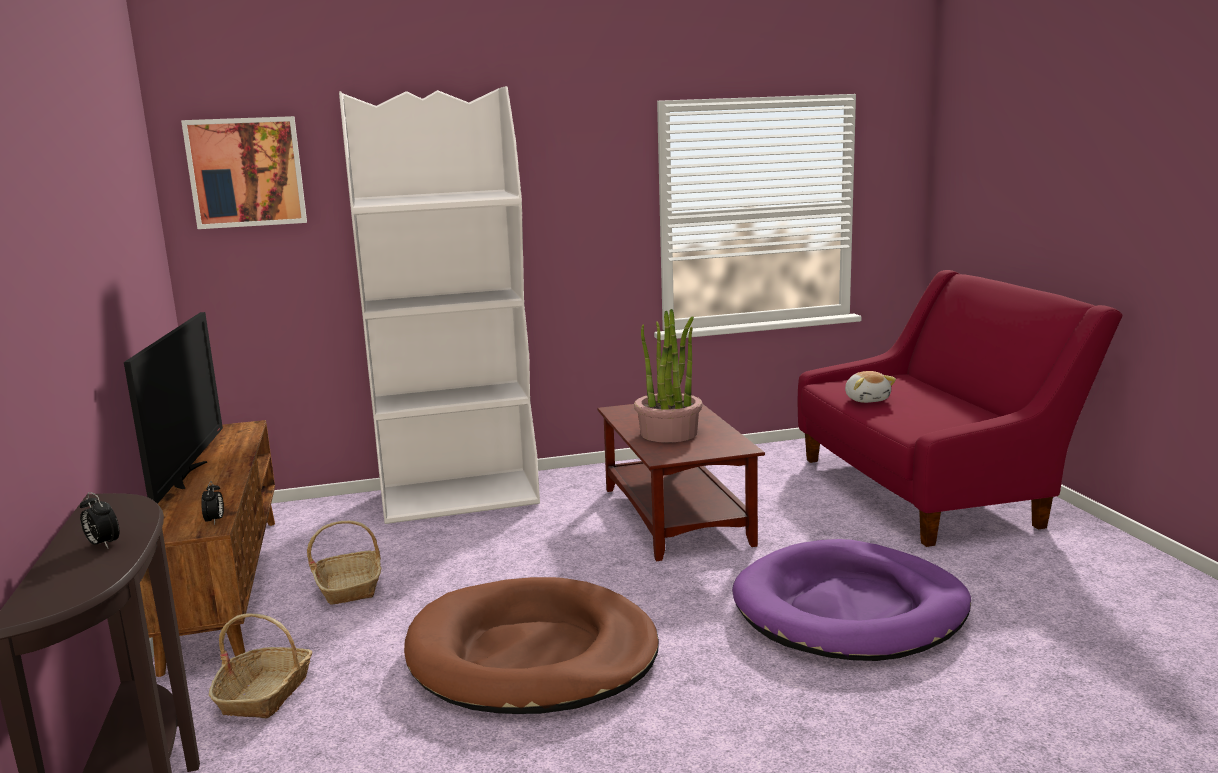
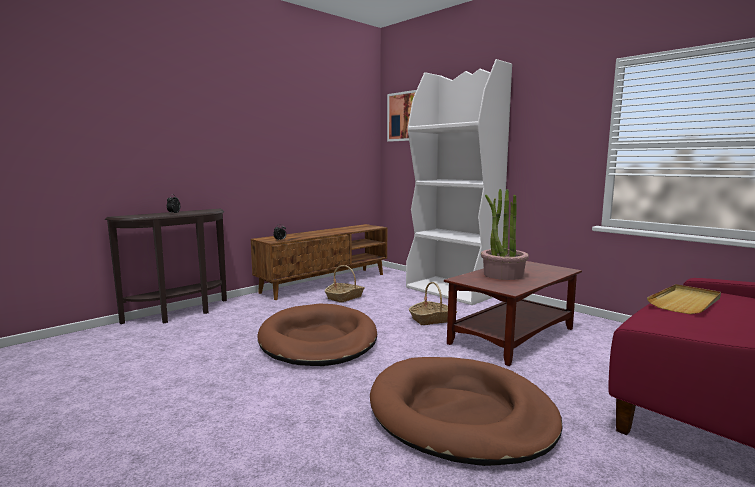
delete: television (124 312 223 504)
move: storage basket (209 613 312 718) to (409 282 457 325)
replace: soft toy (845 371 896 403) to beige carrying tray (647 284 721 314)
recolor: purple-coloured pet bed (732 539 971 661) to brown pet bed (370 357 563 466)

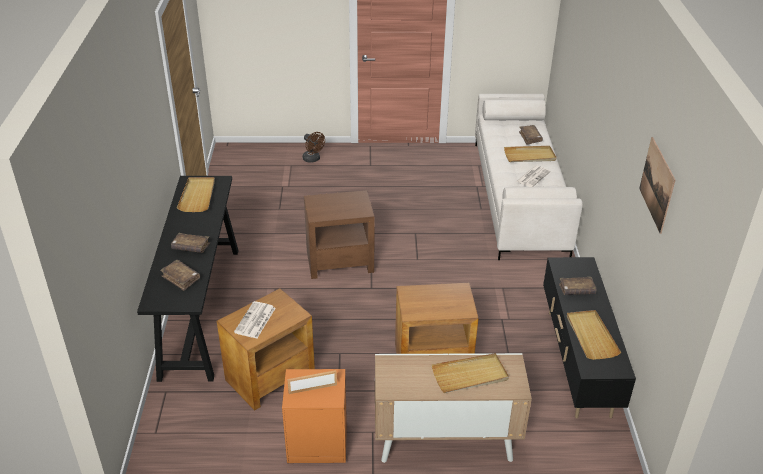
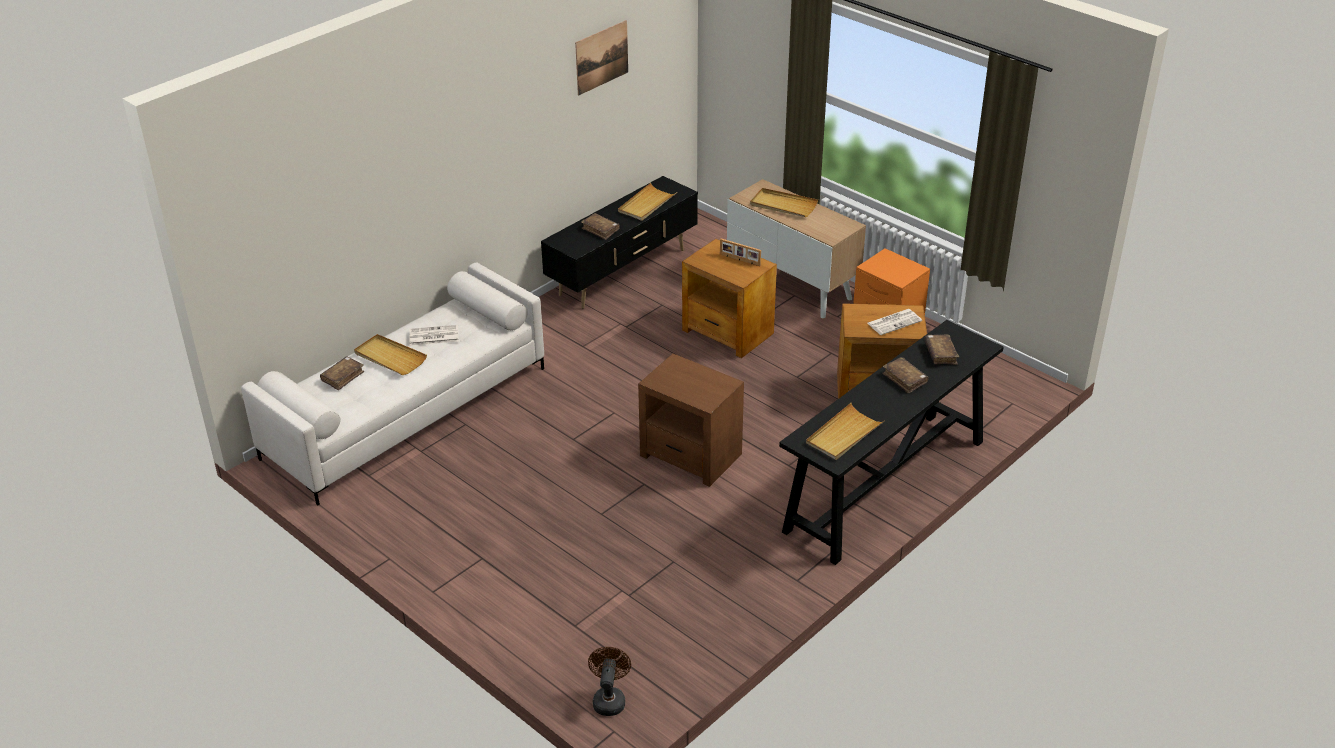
move: photo frame (287 370 337 394) to (720 239 761 266); brown electric fan (302 132 325 163) to (588 647 631 716)

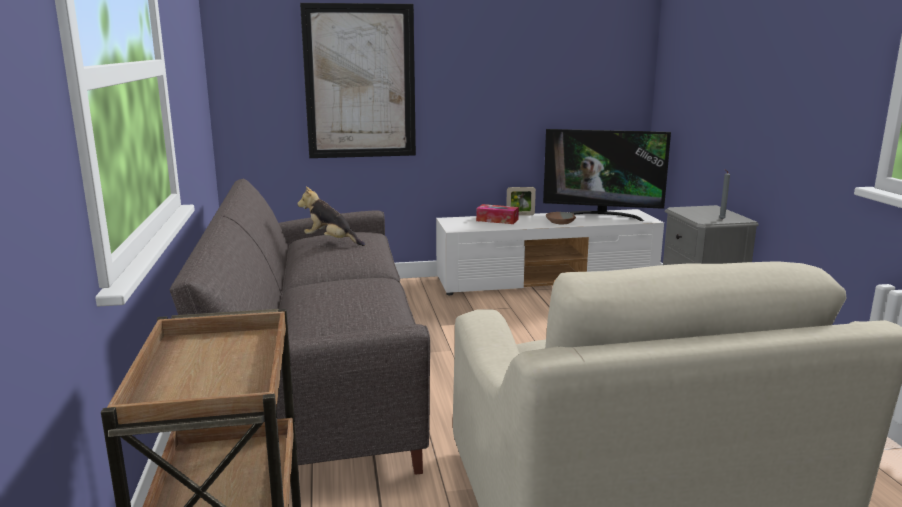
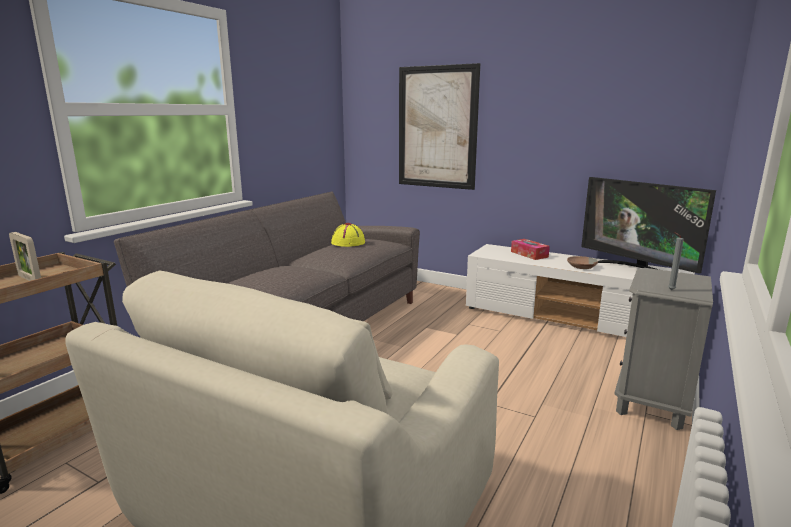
move: photo frame (506 187 536 216) to (9 232 41 281)
replace: soft toy (297 187 365 246) to yellow-coloured clothing hat (331 223 365 247)

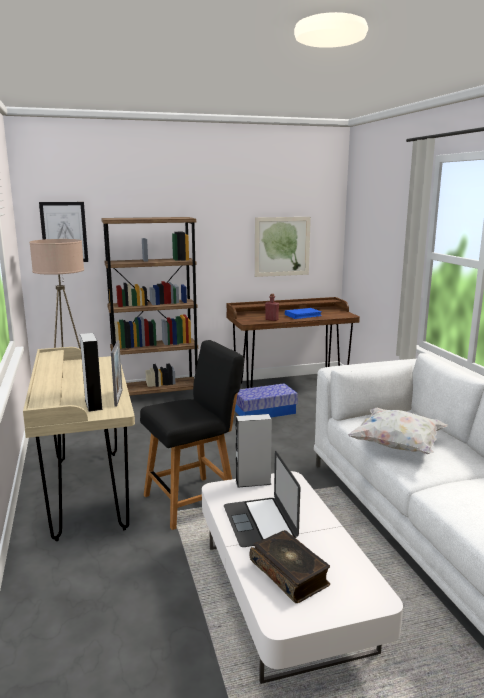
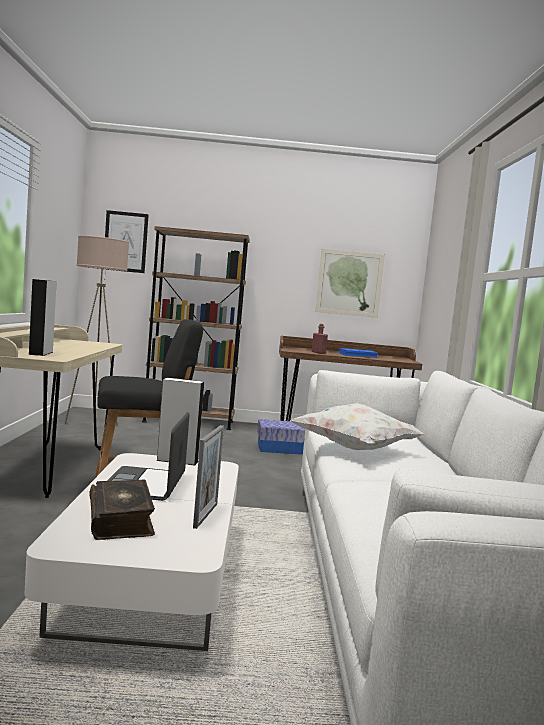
move: photo frame (111 340 123 407) to (193 425 224 529)

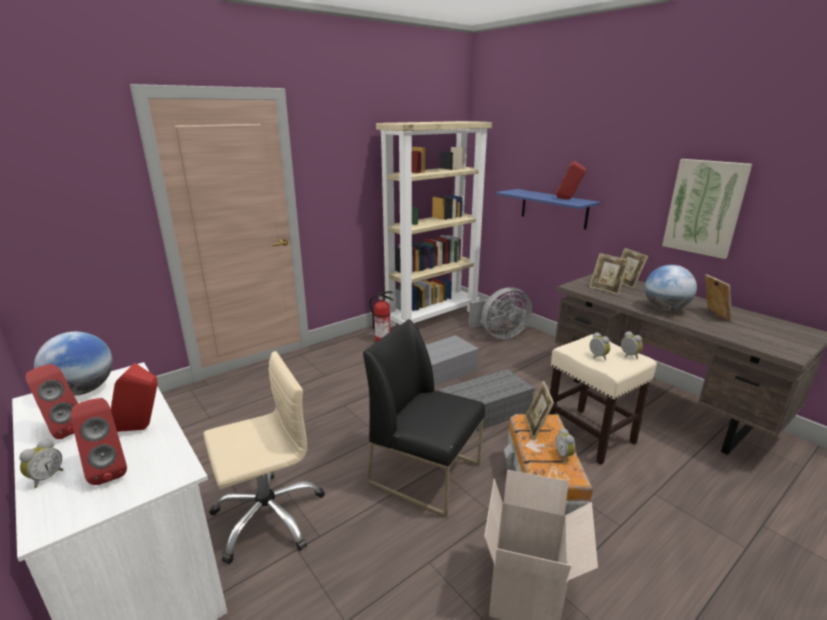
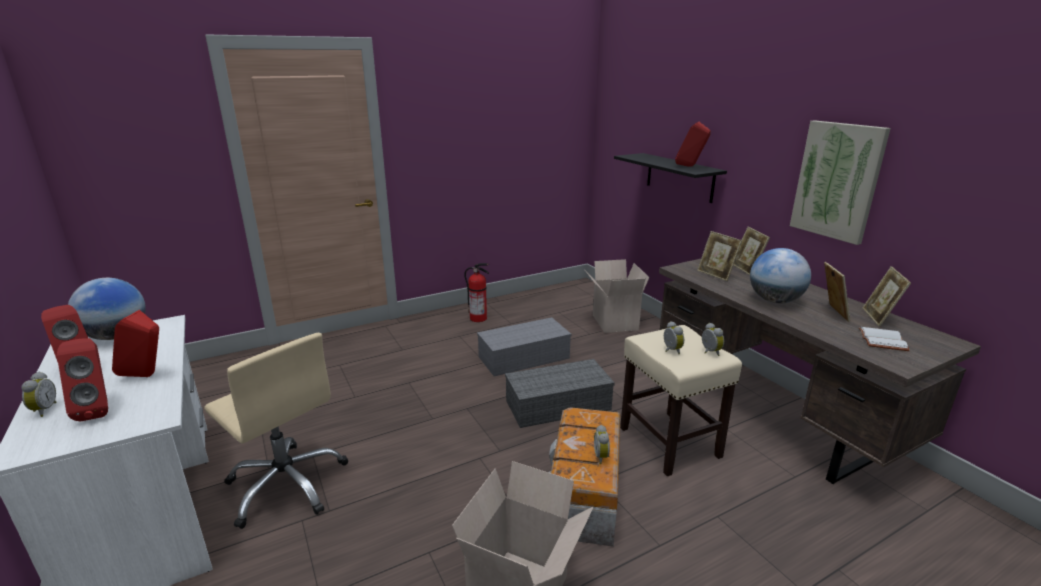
delete: black upright chair (363 319 485 518); beige bookcase (376 121 492 327)
insert: whitish volume (859 327 910 351)
move: photo frame (525 381 554 440) to (862 266 911 327)
replace: gray electric fan (469 287 532 339) to packing box (584 259 650 333)
recolor: blue-coloured shelf (496 189 600 229) to black shelf (614 153 727 203)
rotate: table clock (19 439 63 488) = (21 372 56 417) 45 degrees counterclockwise; beige desk chair (203 351 325 564) = (204 333 349 529) 60 degrees clockwise

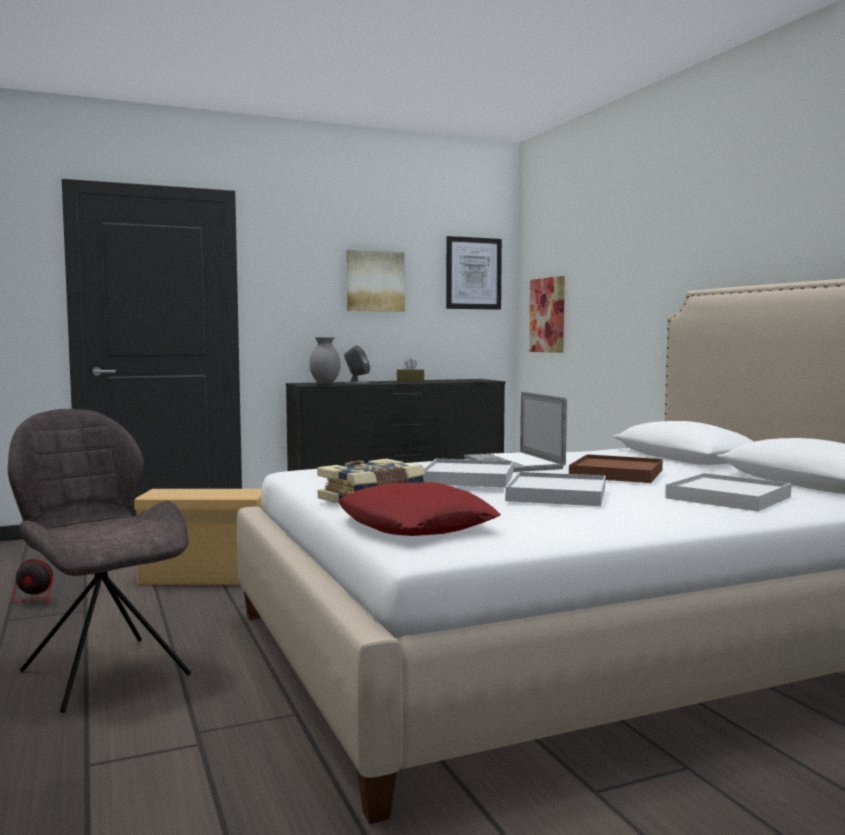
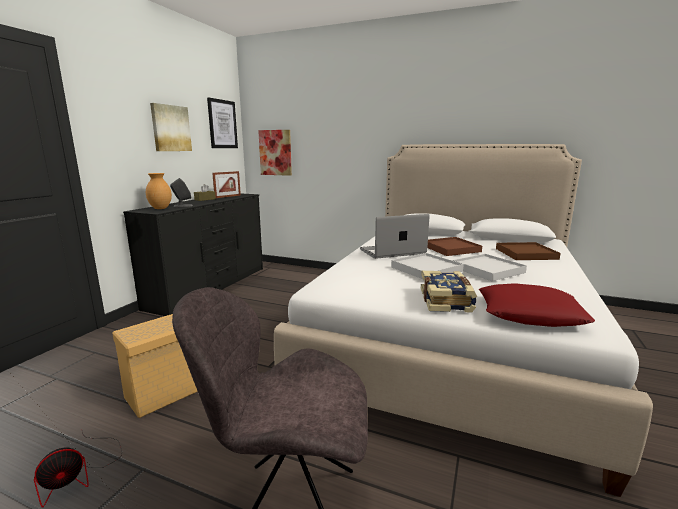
insert: photo frame (212 171 241 198)
recolor: gray flower vase (309 337 341 384) to brown flower vase (146 173 172 209); whitish carrying tray (665 473 792 511) to brown carrying tray (496 242 561 260)
rotate: notebook computer (464 392 567 472) = (360 214 429 259) 135 degrees clockwise

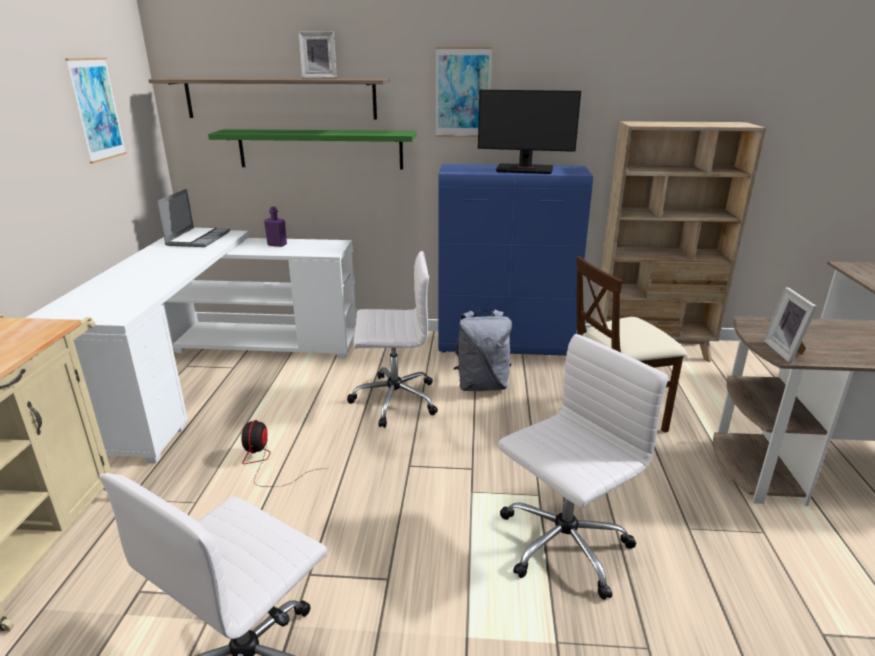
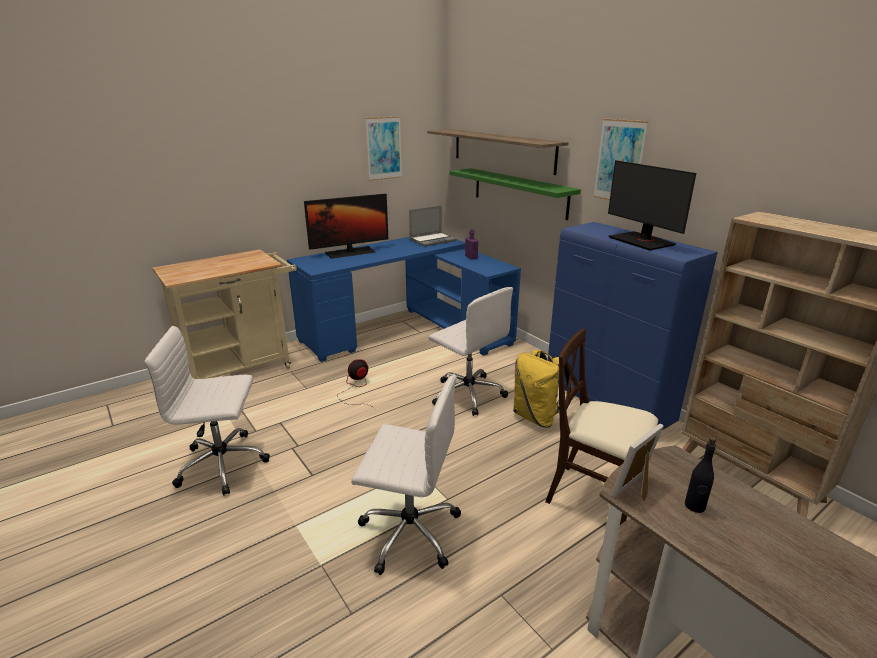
delete: photo frame (299 32 337 78)
insert: computer display (304 194 388 259); black bottle (685 437 716 513)
recolor: whitish desk table (26 230 357 463) to blue-coloured desk table (287 237 521 362); gray rucksack (454 310 512 391) to yellow-coloured rucksack (513 350 572 428)

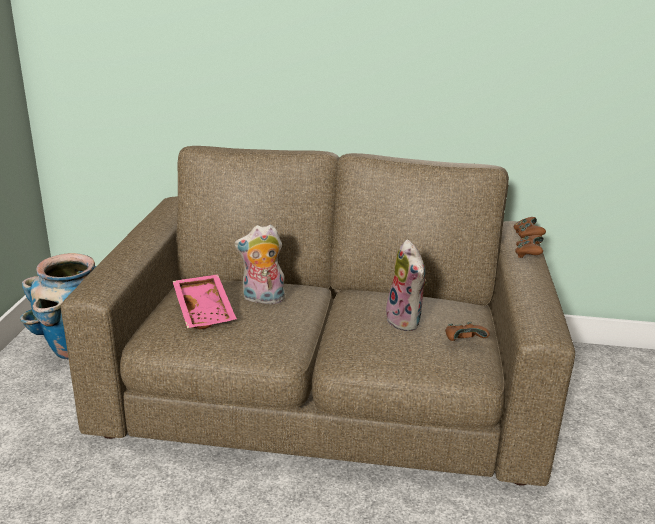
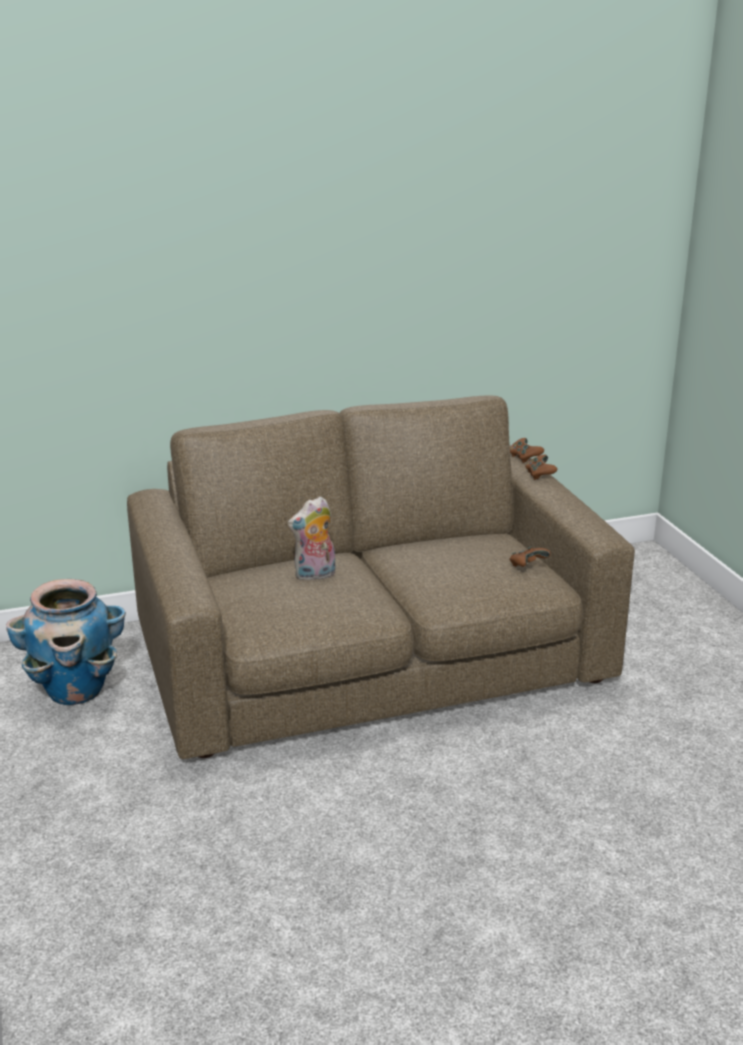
delete: pinkish carrying tray (172 274 237 329); soft toy (386 240 427 331)

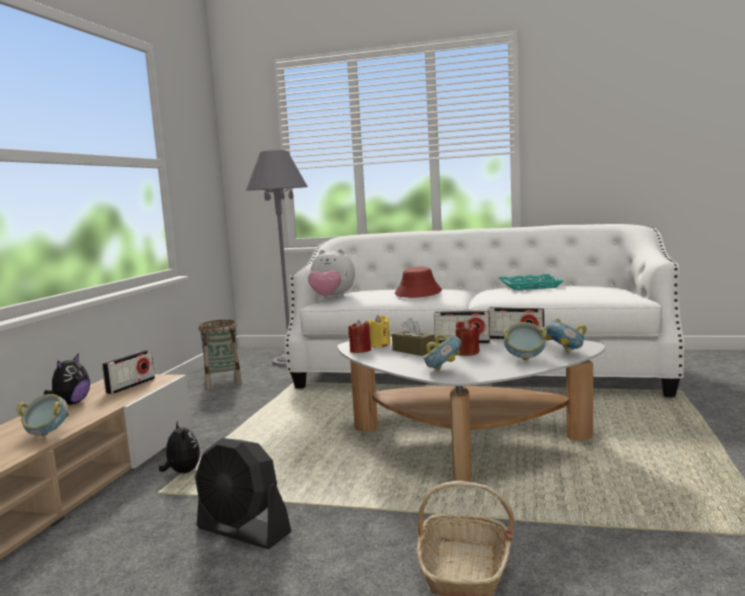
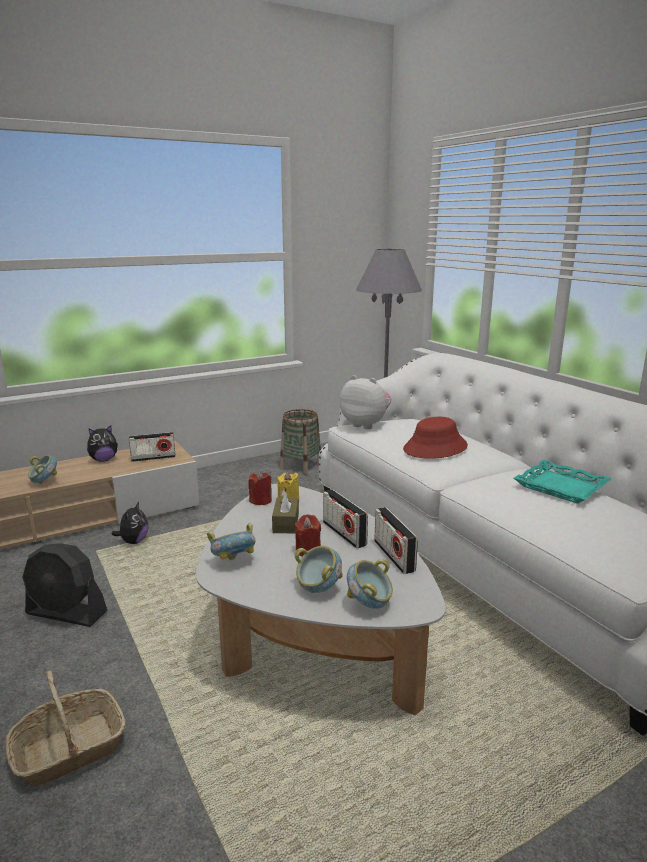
rotate: black electric fan (195 438 292 549) = (22 543 107 627) 60 degrees counterclockwise; soft toy (308 249 355 298) = (340 375 391 429) 150 degrees clockwise

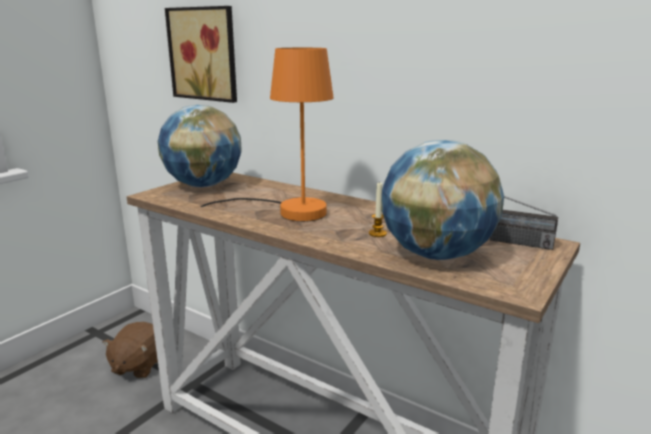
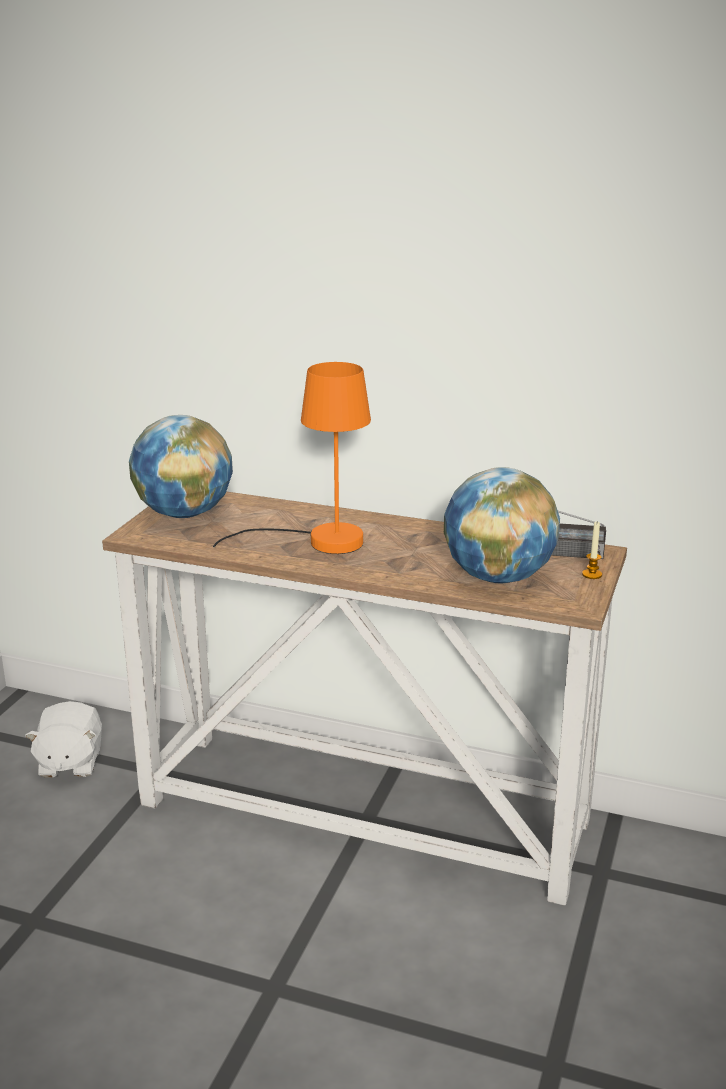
delete: wall art (165 6 237 103)
move: candle (369 182 387 237) to (582 522 602 579)
recolor: brown soft toy (102 322 158 379) to whitish soft toy (25 701 102 778)

